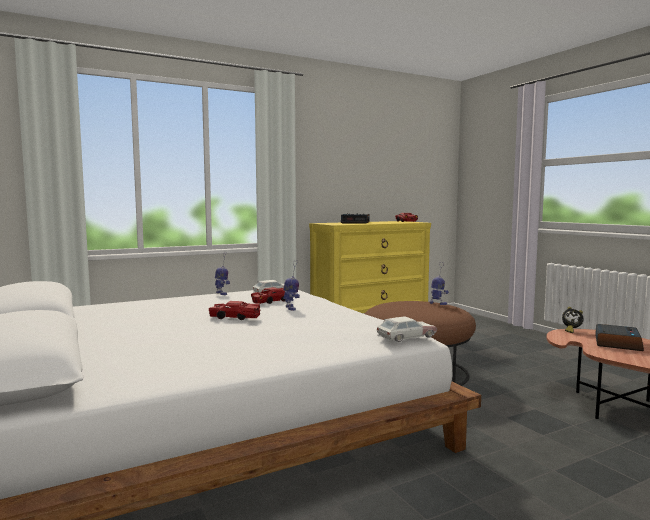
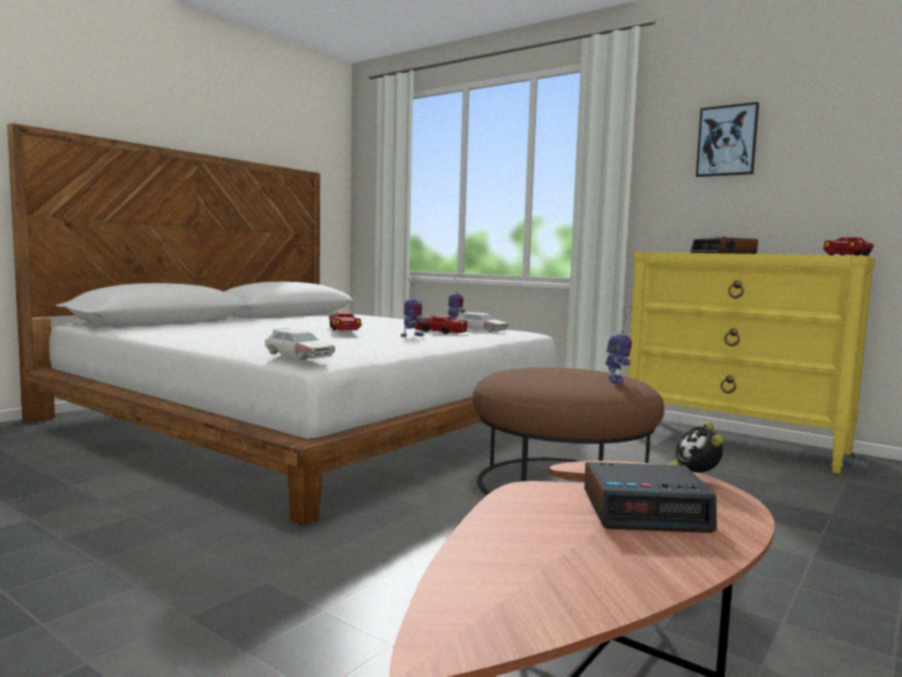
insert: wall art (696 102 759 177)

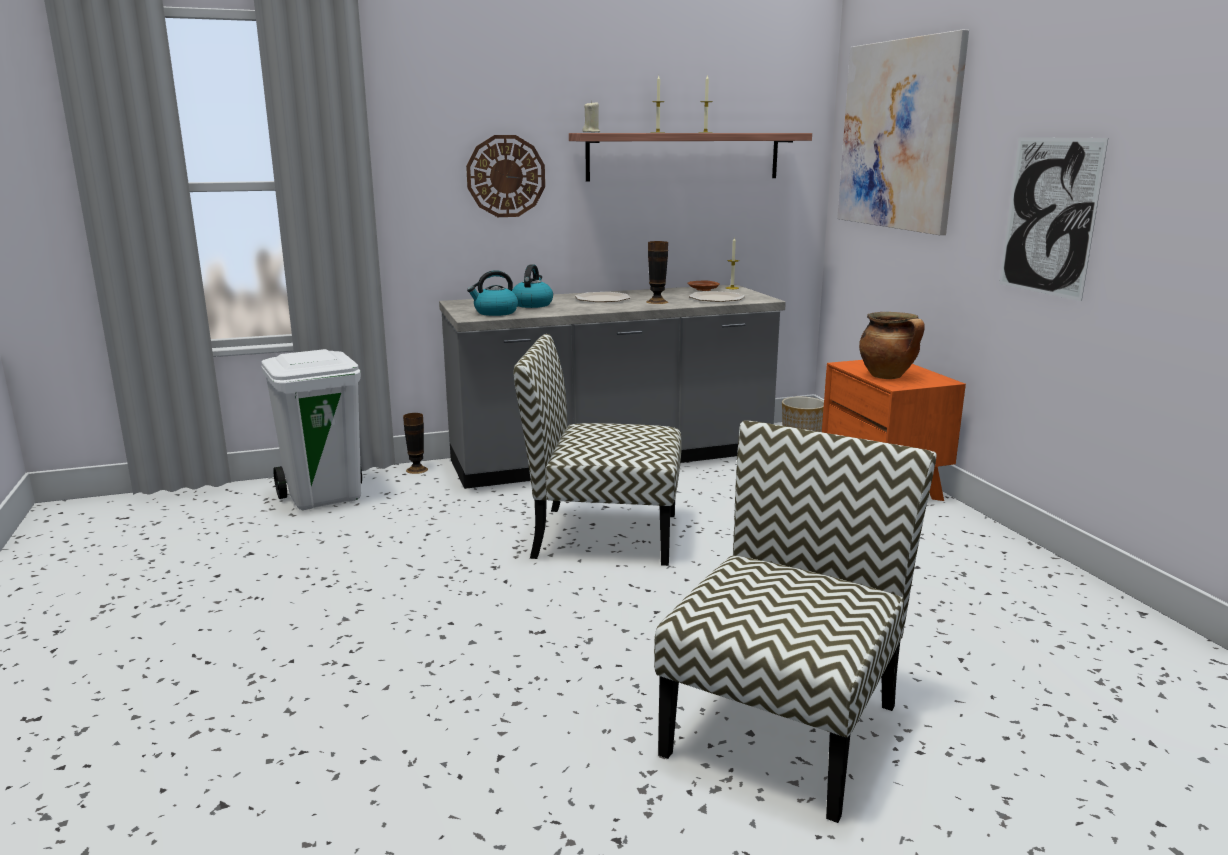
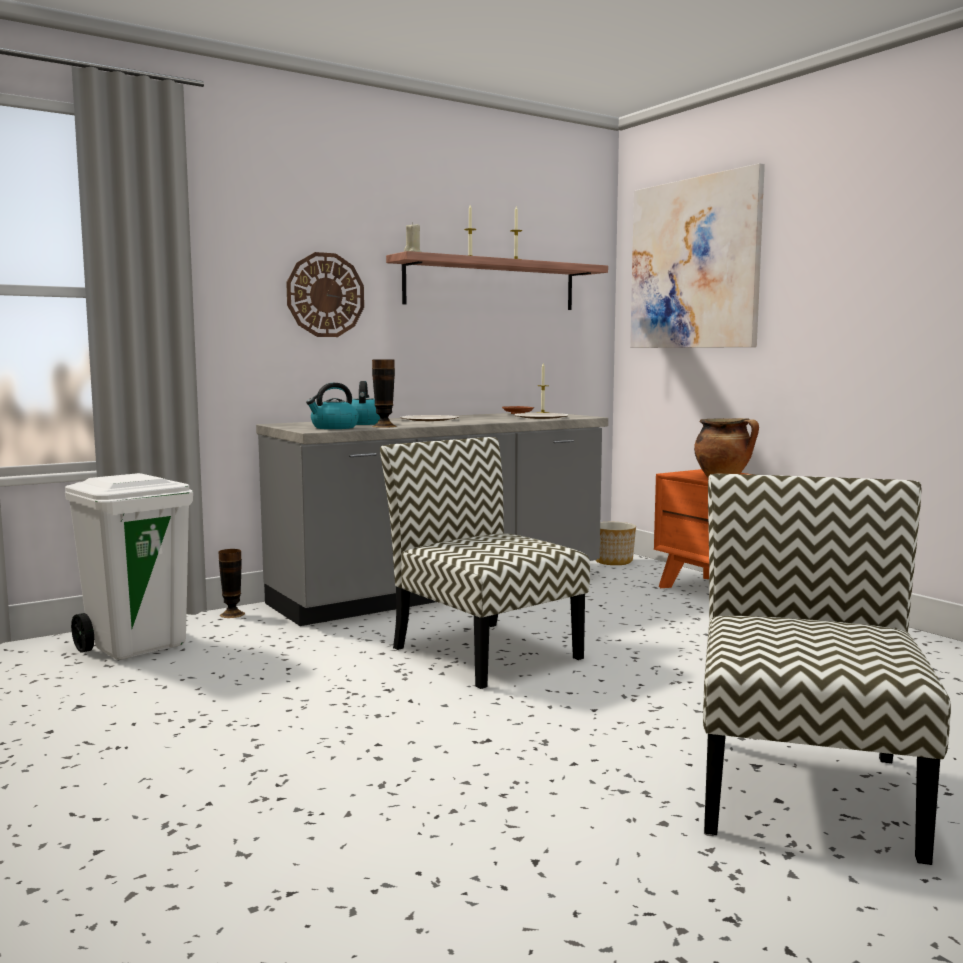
delete: wall art (999 137 1108 301)
move: flower vase (646 241 668 304) to (372 360 397 428)
rotate: upright chair (513 334 682 566) = (380 437 590 689) 60 degrees clockwise

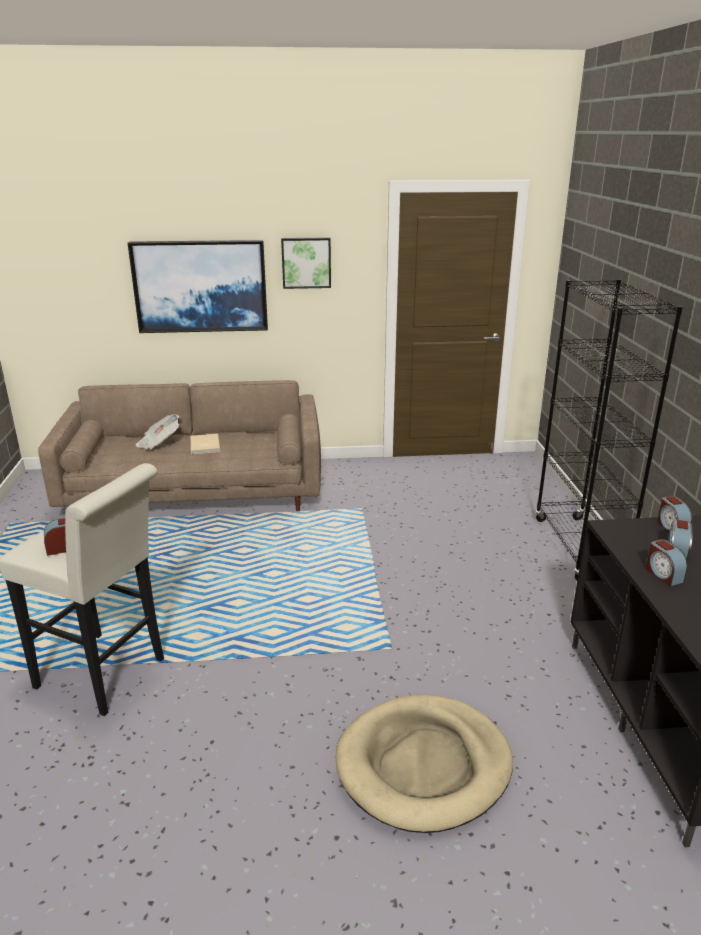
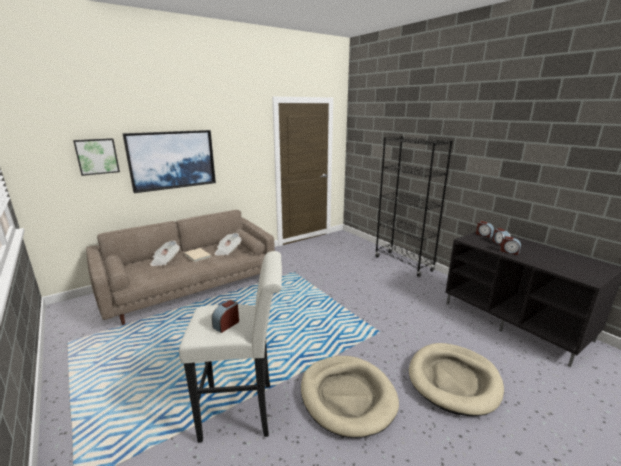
insert: printed paper (214 233 242 256); beige pet bed (301 356 399 438)
move: wall art (281 237 331 289) to (73 138 120 176)

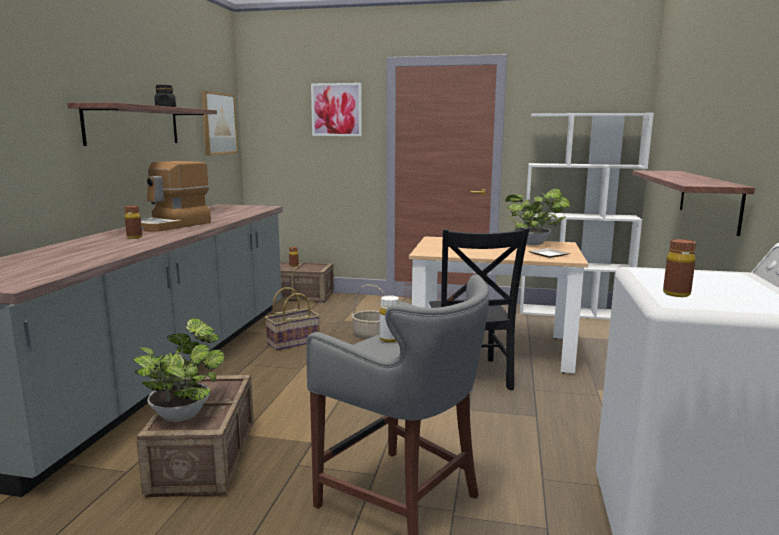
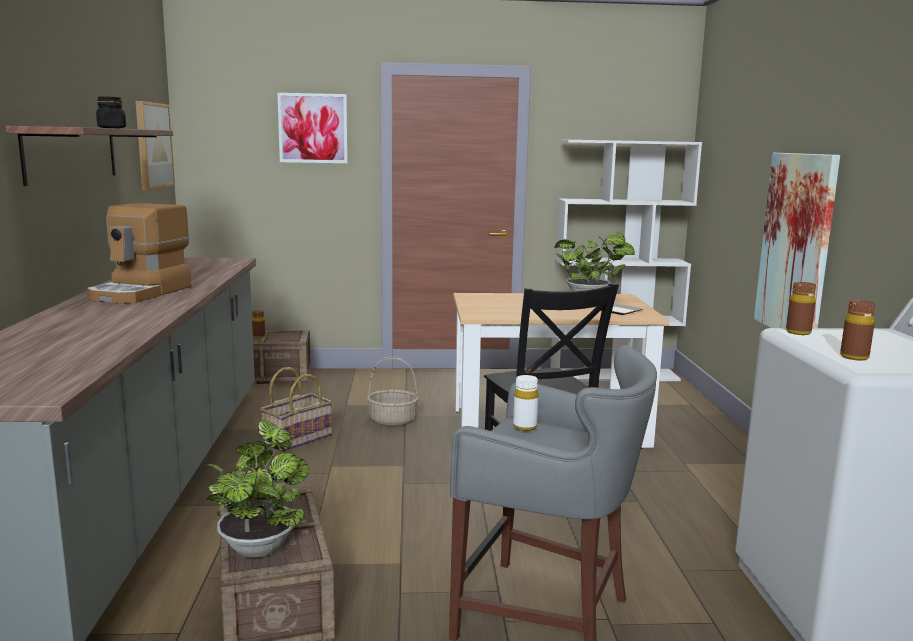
move: brown bottle (124 206 142 239) to (786 282 816 335)
replace: shelf (632 170 755 236) to wall art (754 153 840 328)

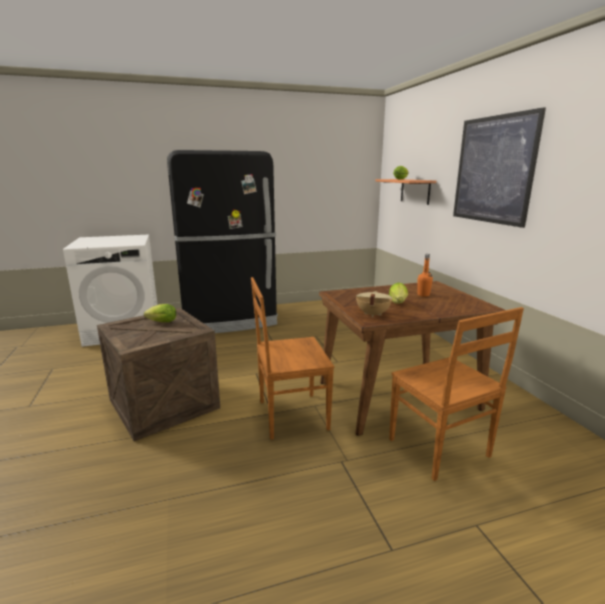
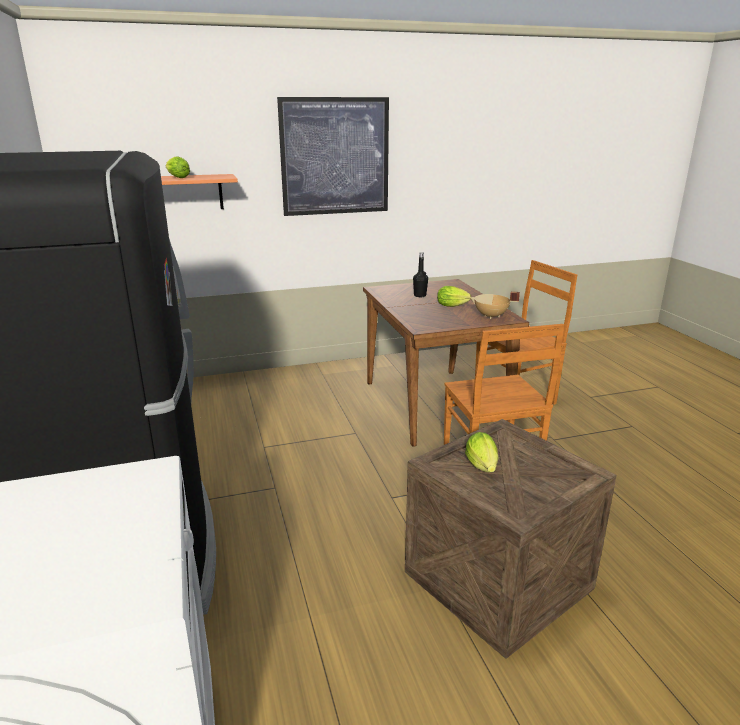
recolor: orange bottle (417 254 433 297) to black bottle (413 252 428 297)

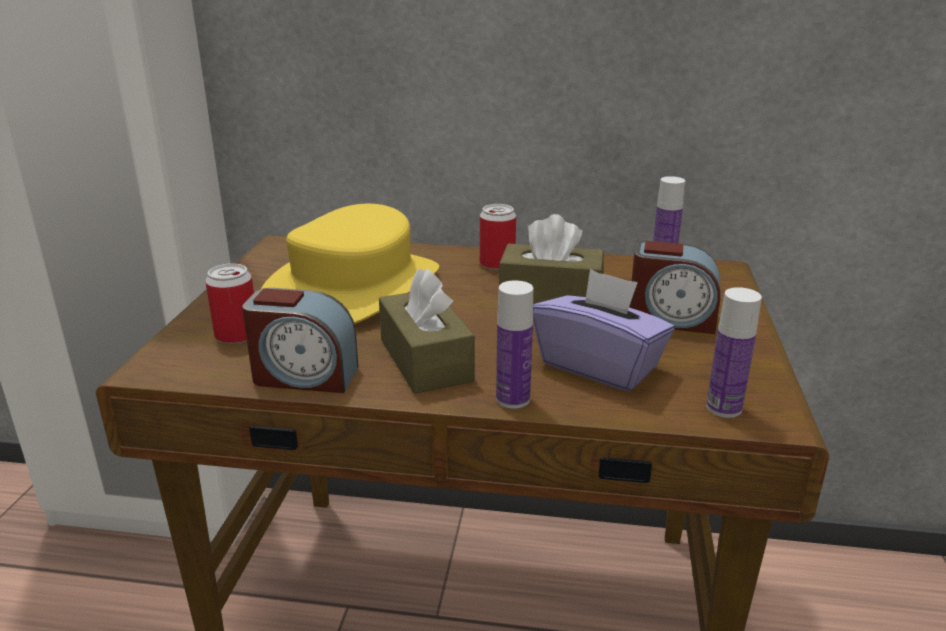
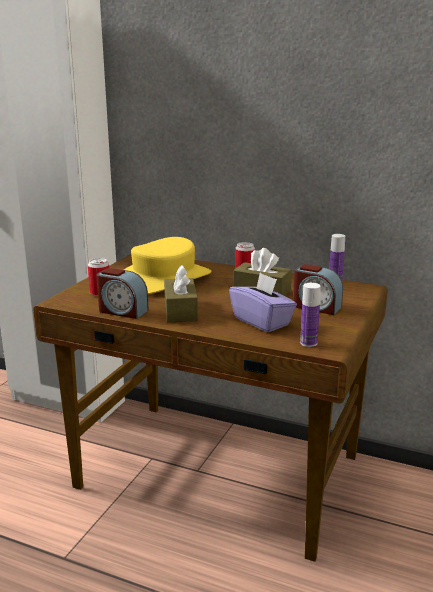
delete: bottle (496 280 533 409)

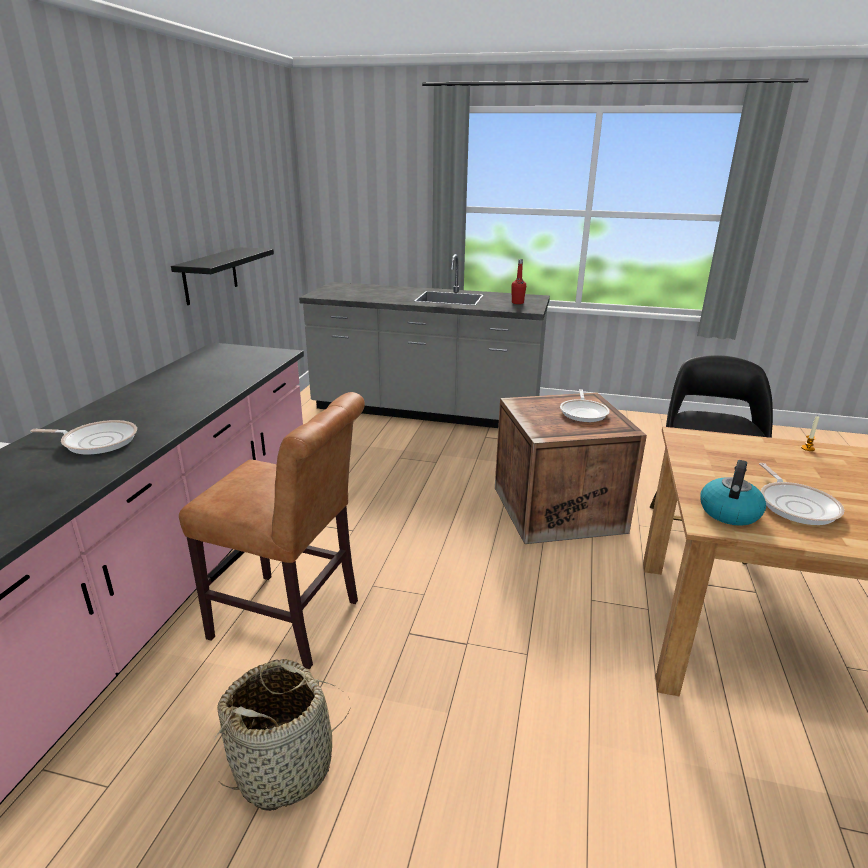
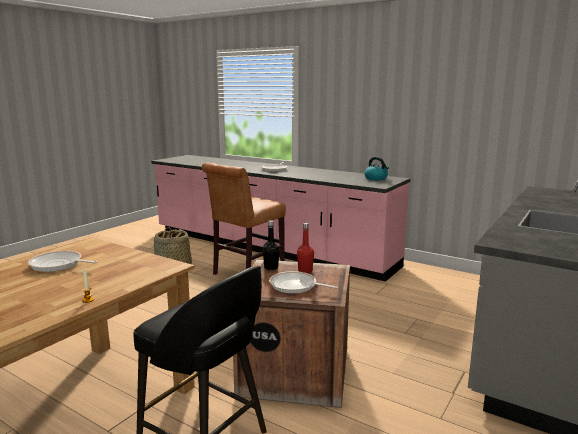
delete: black shelf (171 247 274 305)
insert: black bottle (263 220 280 270)
move: red bottle (511 259 526 304) to (297 223 314 274); water kettle (700 460 766 526) to (365 157 389 180)

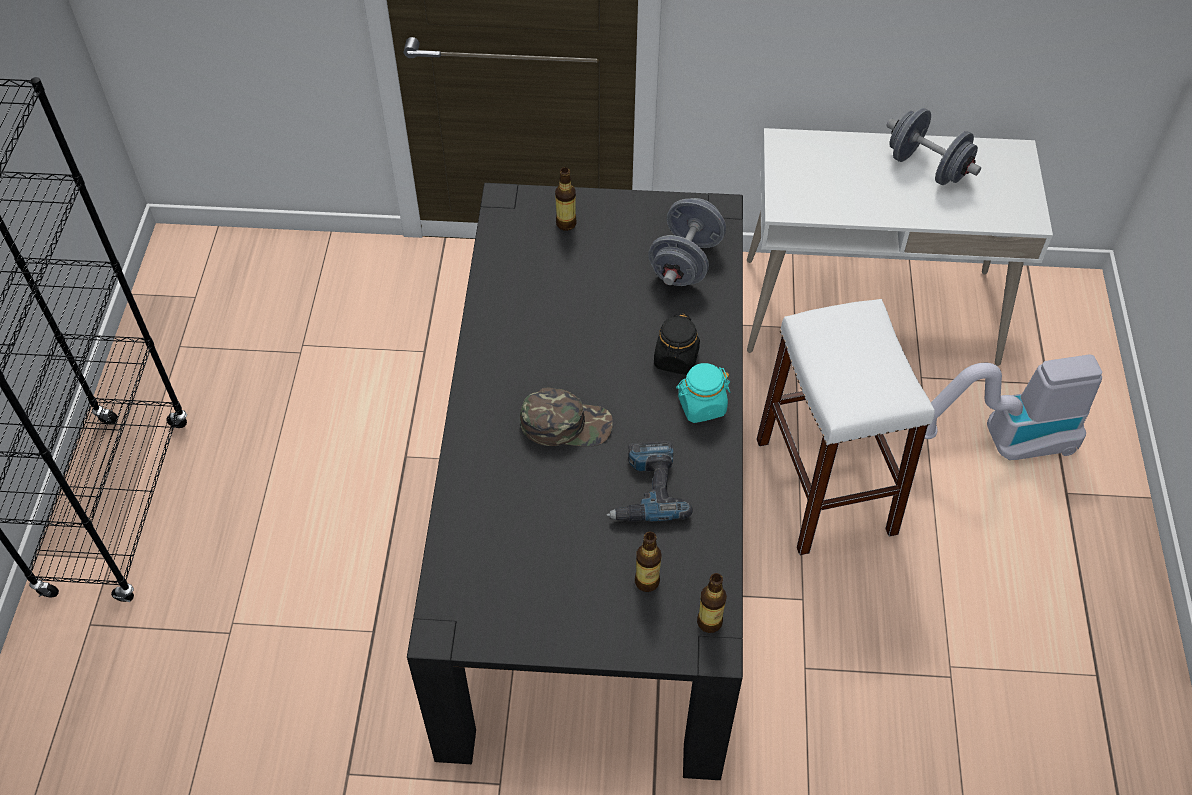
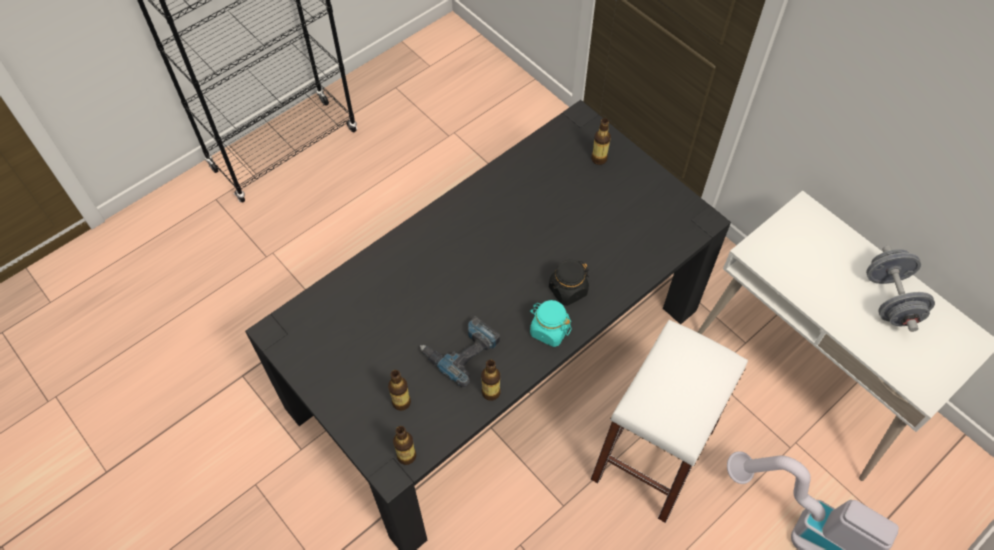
delete: green-coloured baseball cap (520 388 613 446); gray free weight (648 198 726 286)
insert: bottle (481 359 500 401)

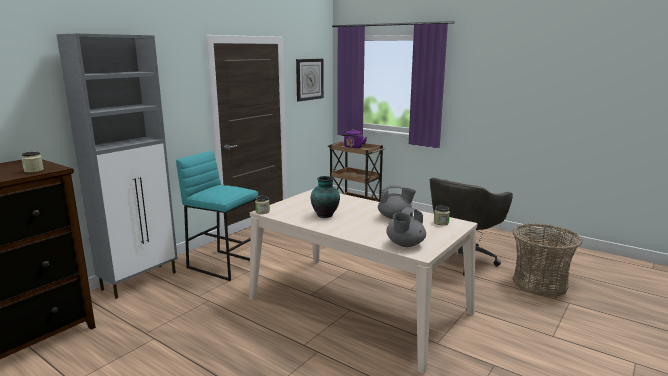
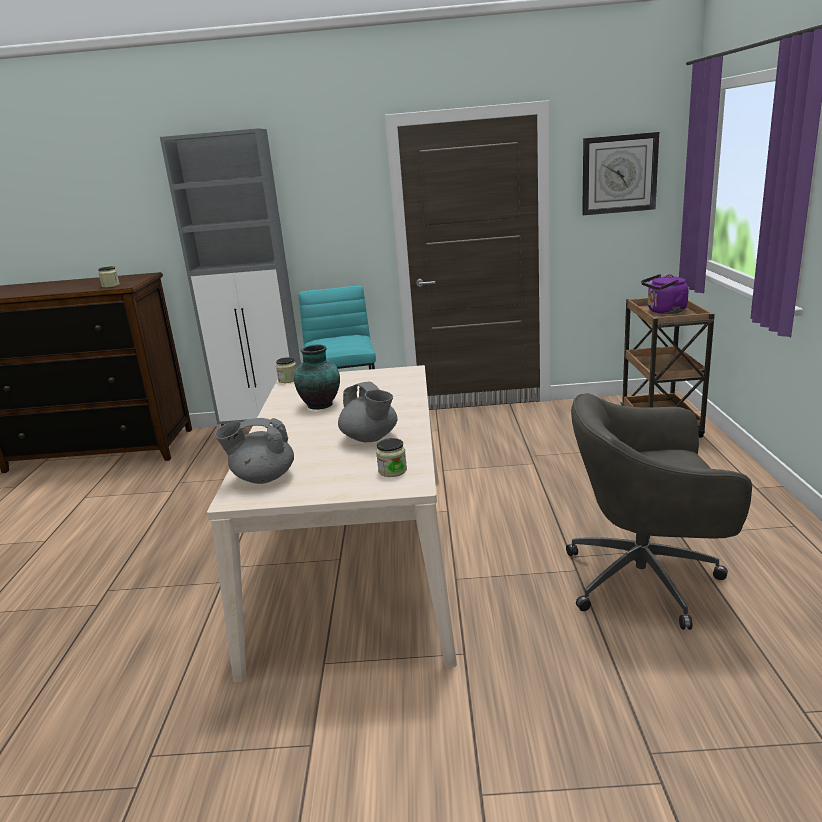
delete: storage basket (513 223 582 297)

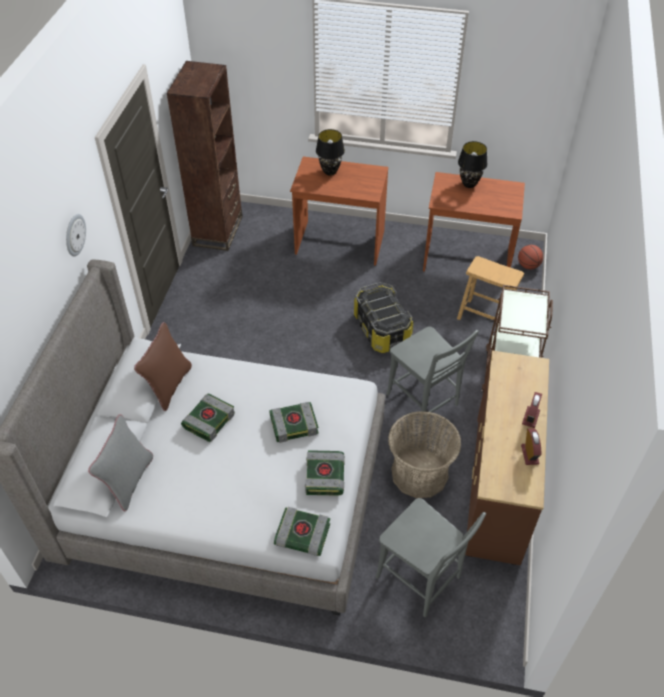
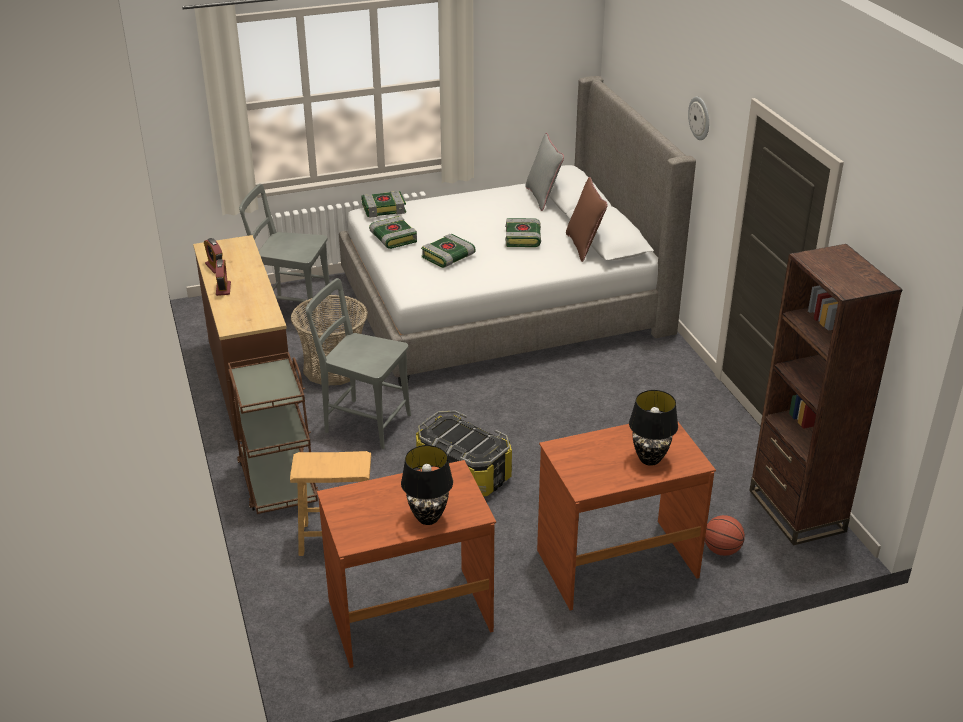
move: basketball (518 245 543 269) to (705 515 745 556)

